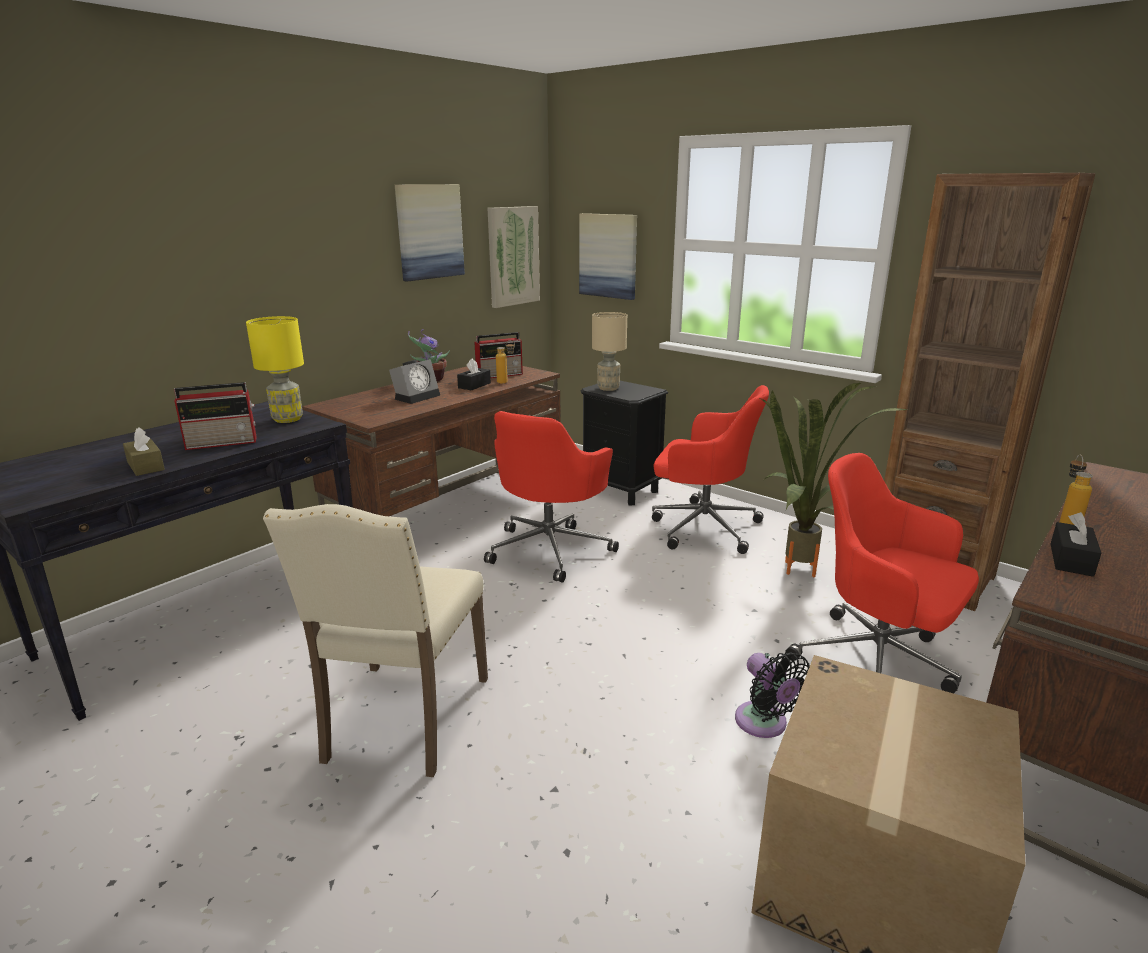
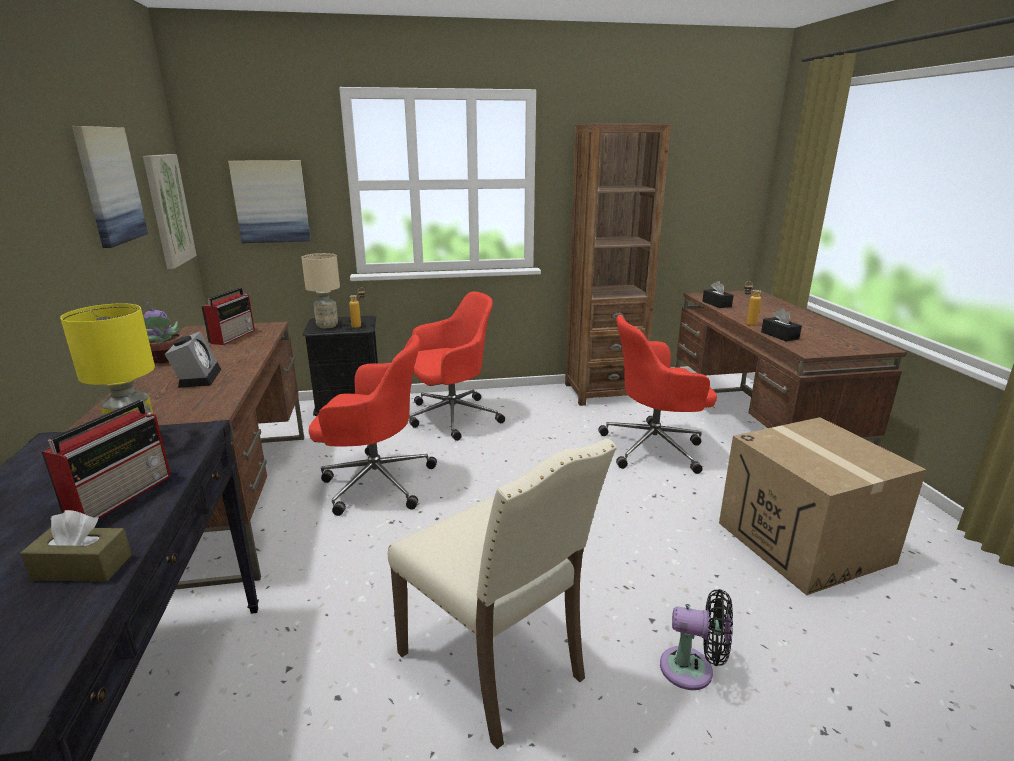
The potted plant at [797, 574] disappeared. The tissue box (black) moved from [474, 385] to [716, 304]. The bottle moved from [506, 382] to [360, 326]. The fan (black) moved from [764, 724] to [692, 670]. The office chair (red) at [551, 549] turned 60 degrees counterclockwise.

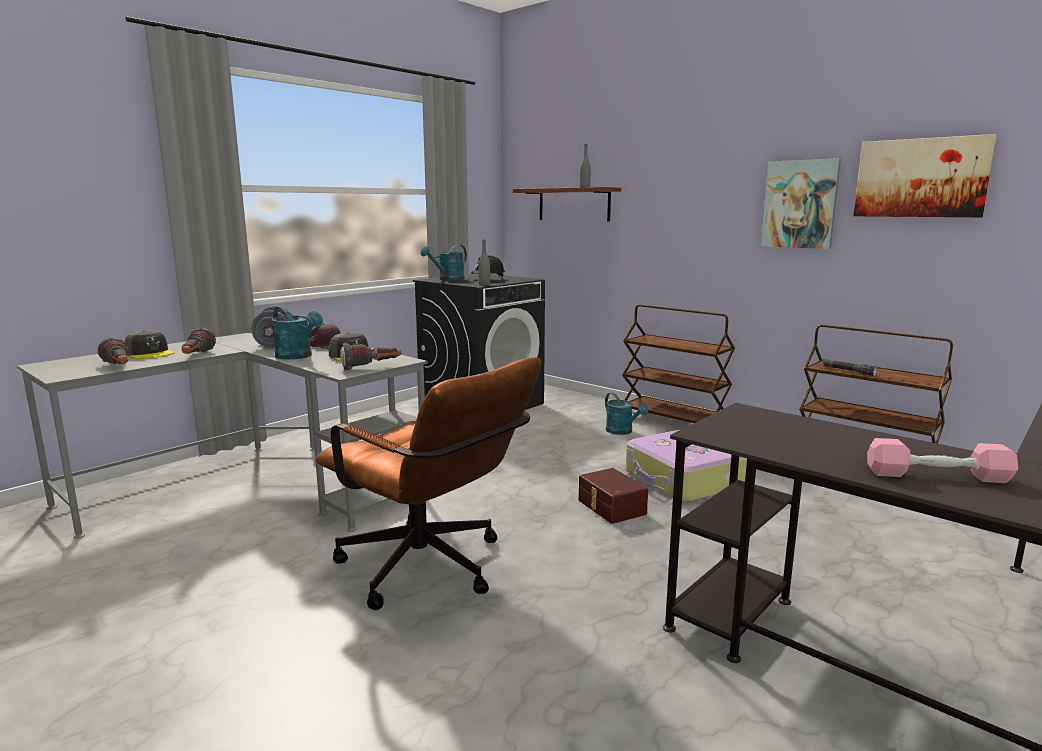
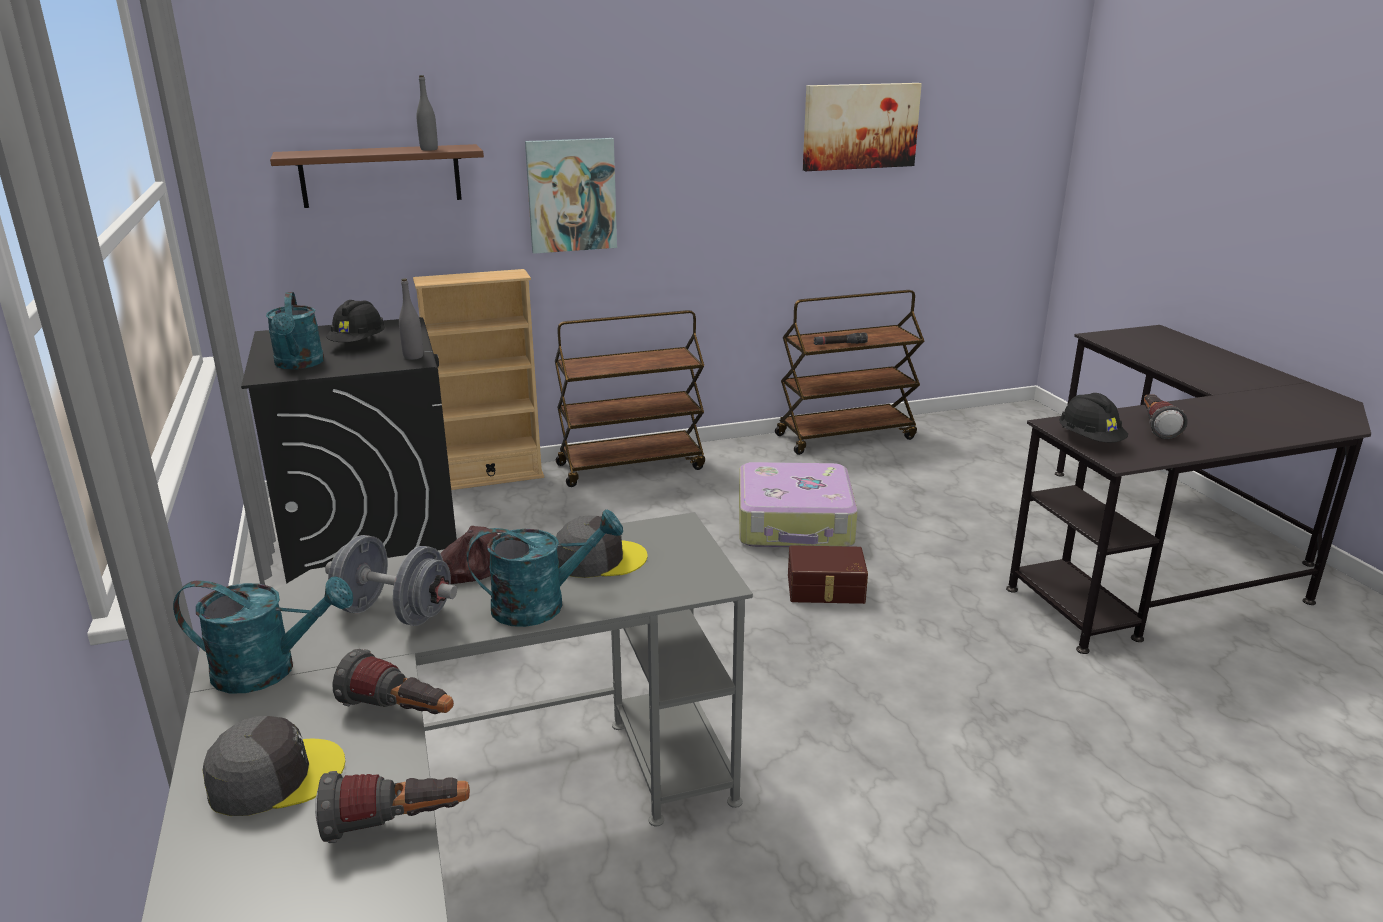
The office chair (brown) at [431, 571] disappeared. The dumbbell (pink) at [937, 476] disappeared. The bookcase (beige) at [490, 477] appeared. The hard hat (black) at [1089, 440] appeared. The flashlight moved from [372, 367] to [1155, 427]. The watering can (turquoise) moved from [622, 431] to [269, 670]. The picture moved from [800, 204] to [571, 195].

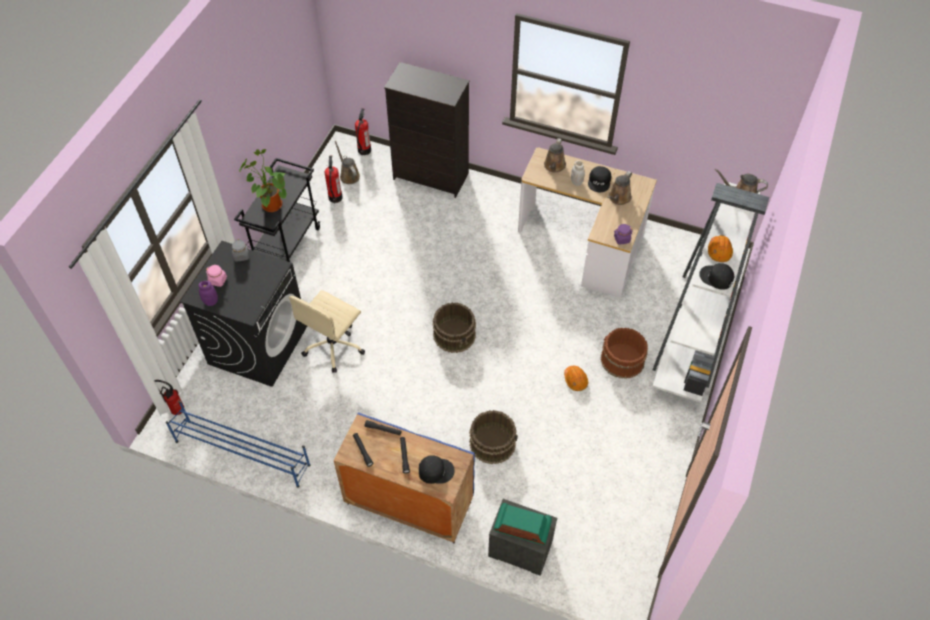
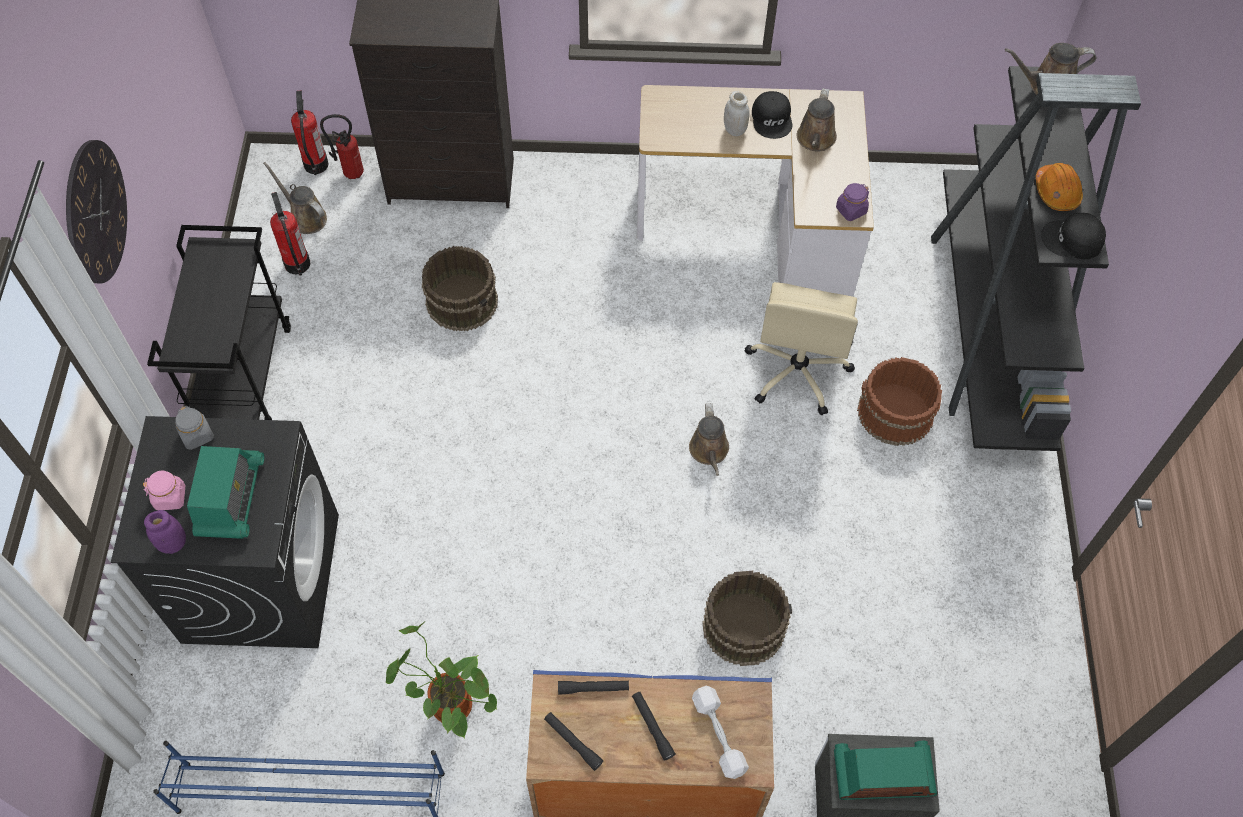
The hard hat (orange) at [575, 380] disappeared. The wall clock at [95, 212] appeared. The radio at [230, 498] appeared. The fire extinguisher moved from [176, 409] to [350, 173]. The potted plant moved from [270, 204] to [447, 705]. The office chair (beige) moved from [334, 345] to [797, 371]. The bucket (brown) moved from [455, 334] to [462, 300]. The watering can (brown) moved from [554, 166] to [709, 451]. The cap (black) at [435, 470] was replaced by the dumbbell (white) at [718, 735]. The bookcase (white) at [695, 330] became the bookcase (black) at [987, 327].

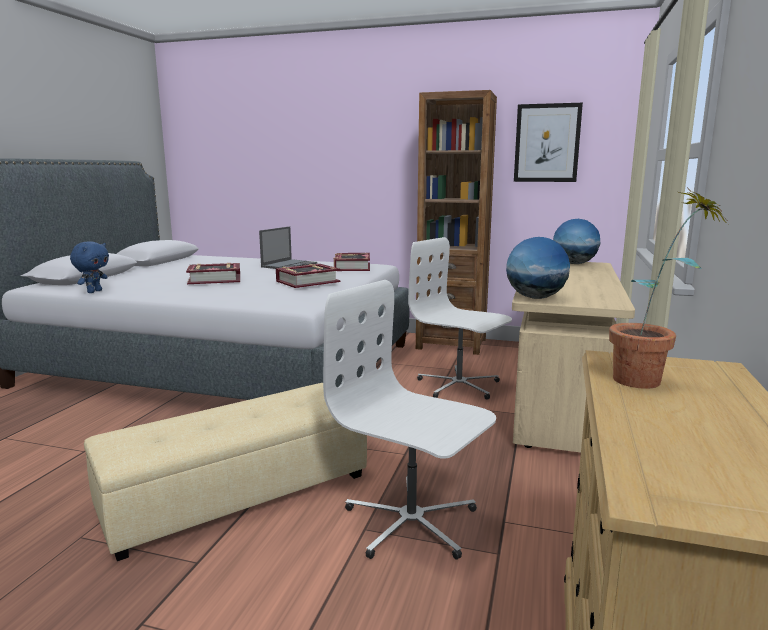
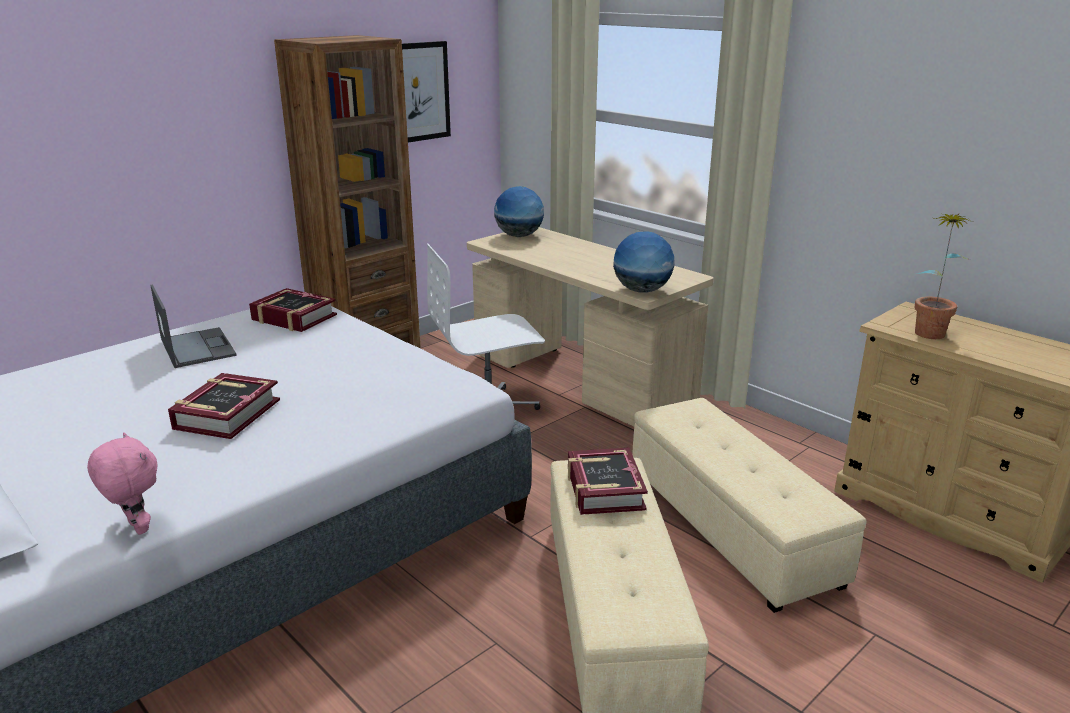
The book moved from [307, 282] to [604, 489]. The office chair (white) at [411, 523] was replaced by the ottoman (beige) at [729, 526]. The plush toy (blue) at [94, 291] became the plush toy (pink) at [136, 528].

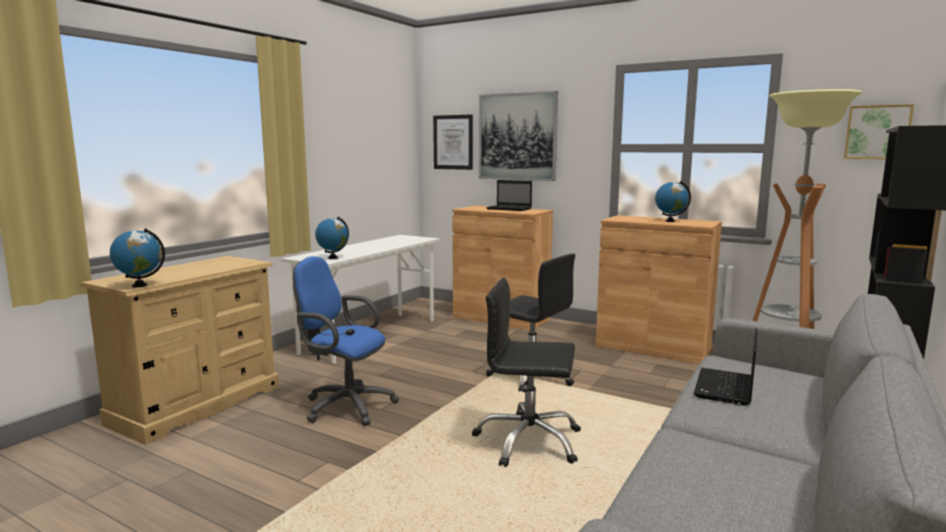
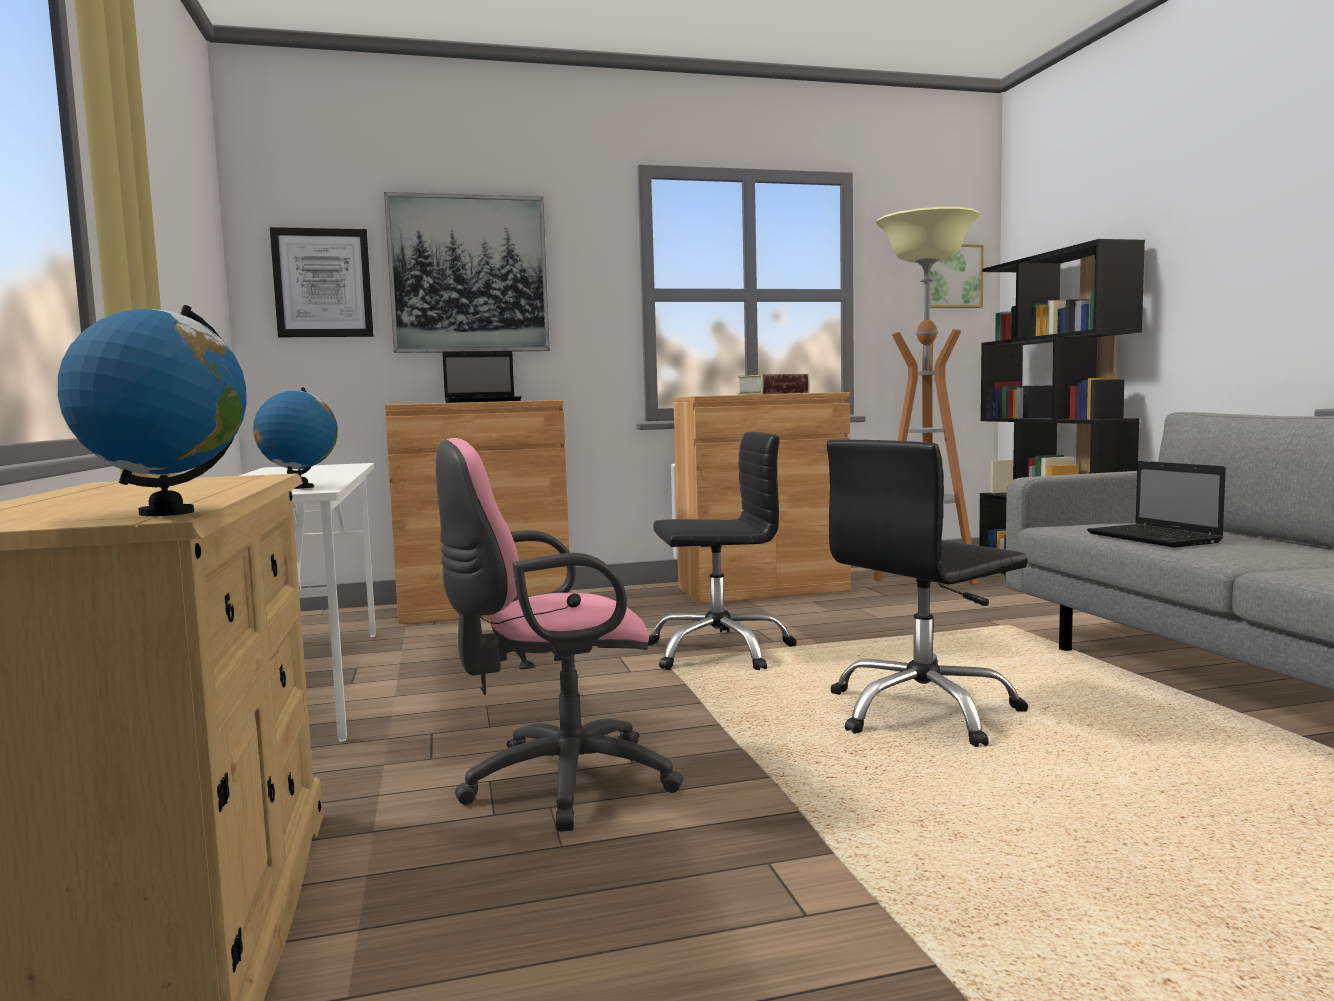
The globe at [670, 221] was replaced by the book at [773, 393]. The office chair (blue) at [345, 406] became the office chair (pink) at [557, 784].

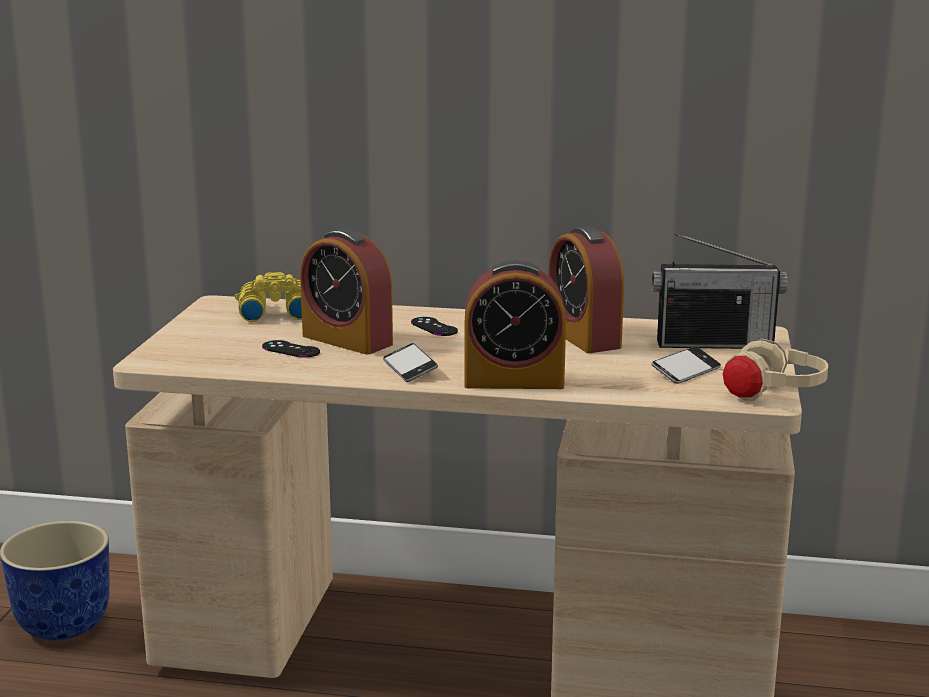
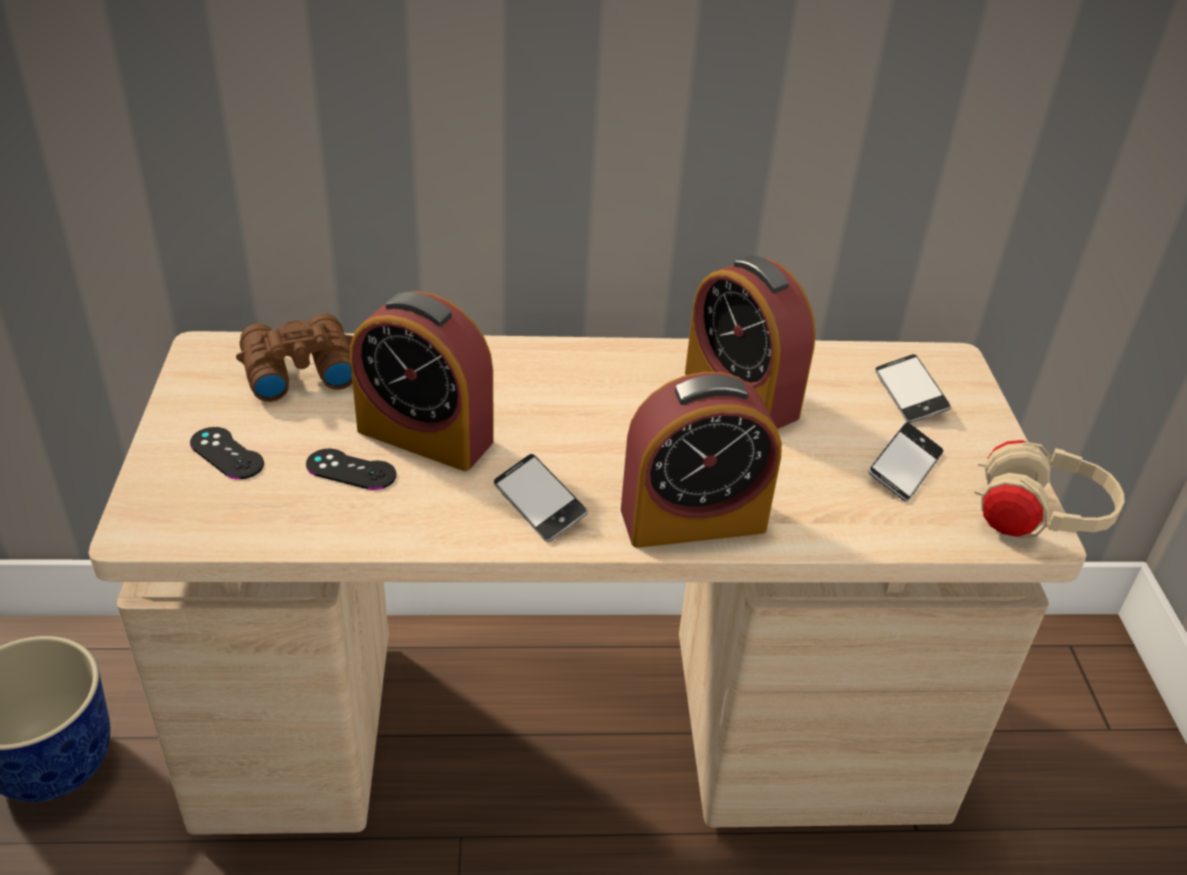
The game controller (black) moved from [434, 327] to [227, 453]. The radio at [714, 344] was replaced by the phone at [909, 395]. The binoculars (yellow) at [274, 312] became the binoculars (brown) at [296, 370].

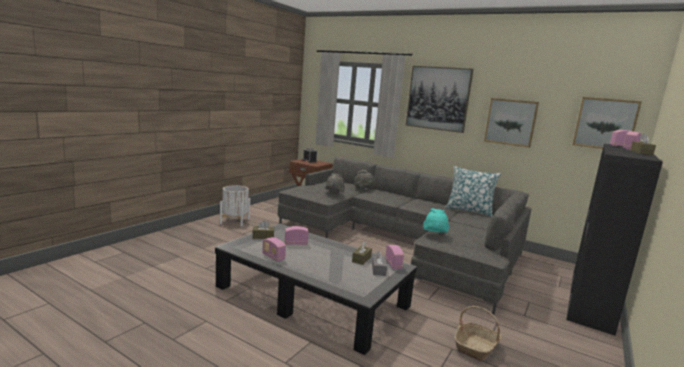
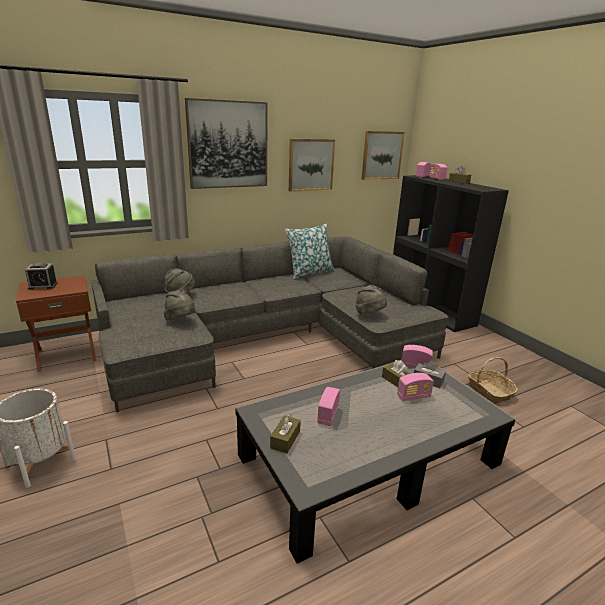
The radio moved from [273, 257] to [413, 396]. The hat (turquoise) at [435, 235] became the hat (grey) at [369, 314].

